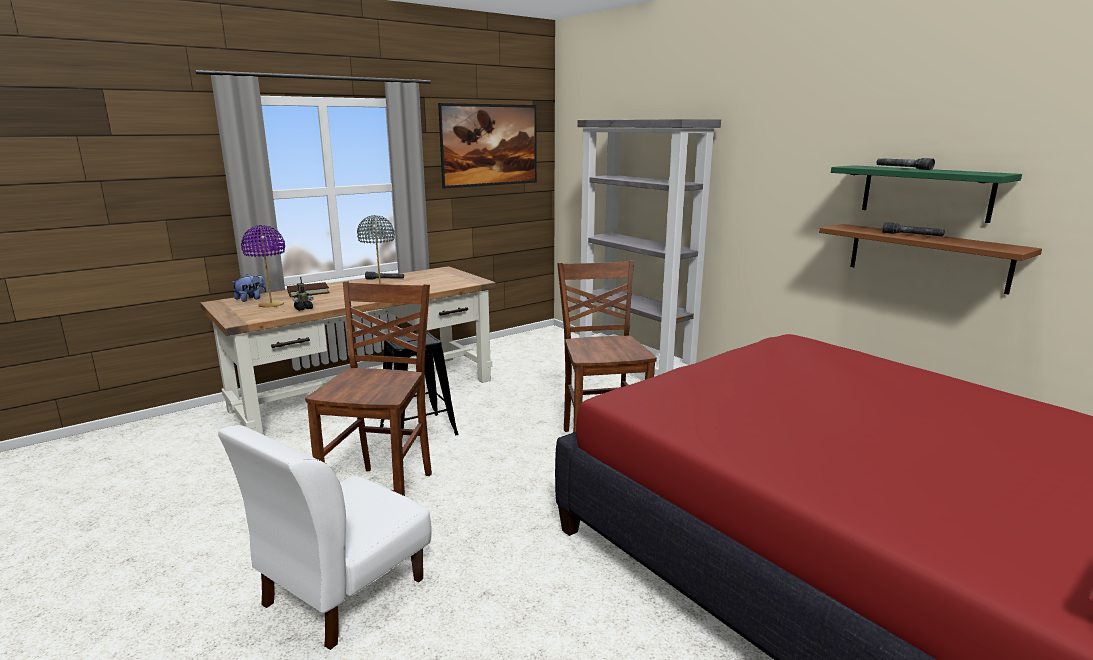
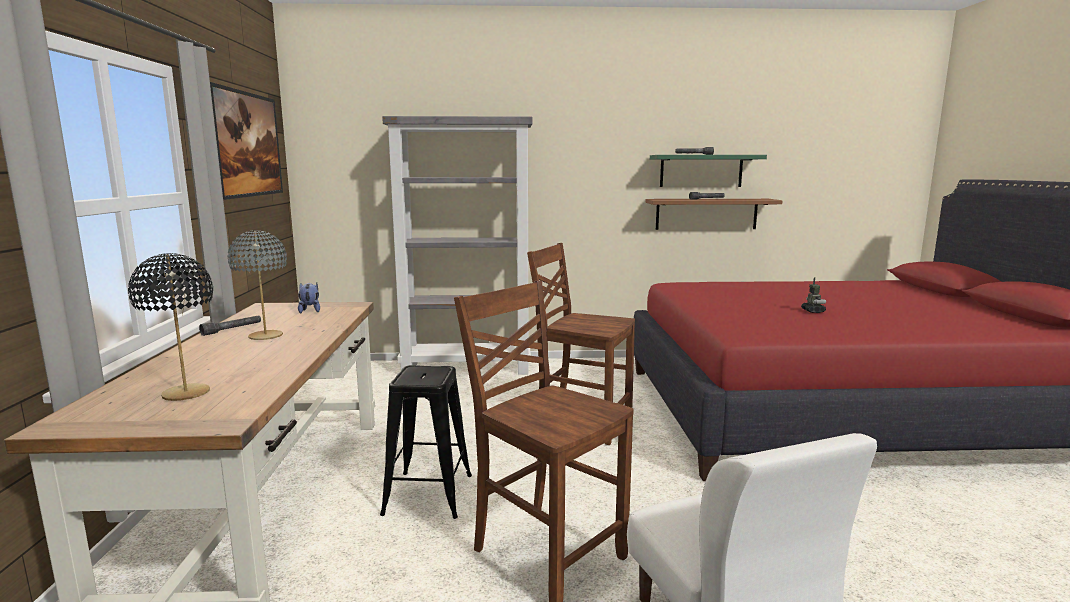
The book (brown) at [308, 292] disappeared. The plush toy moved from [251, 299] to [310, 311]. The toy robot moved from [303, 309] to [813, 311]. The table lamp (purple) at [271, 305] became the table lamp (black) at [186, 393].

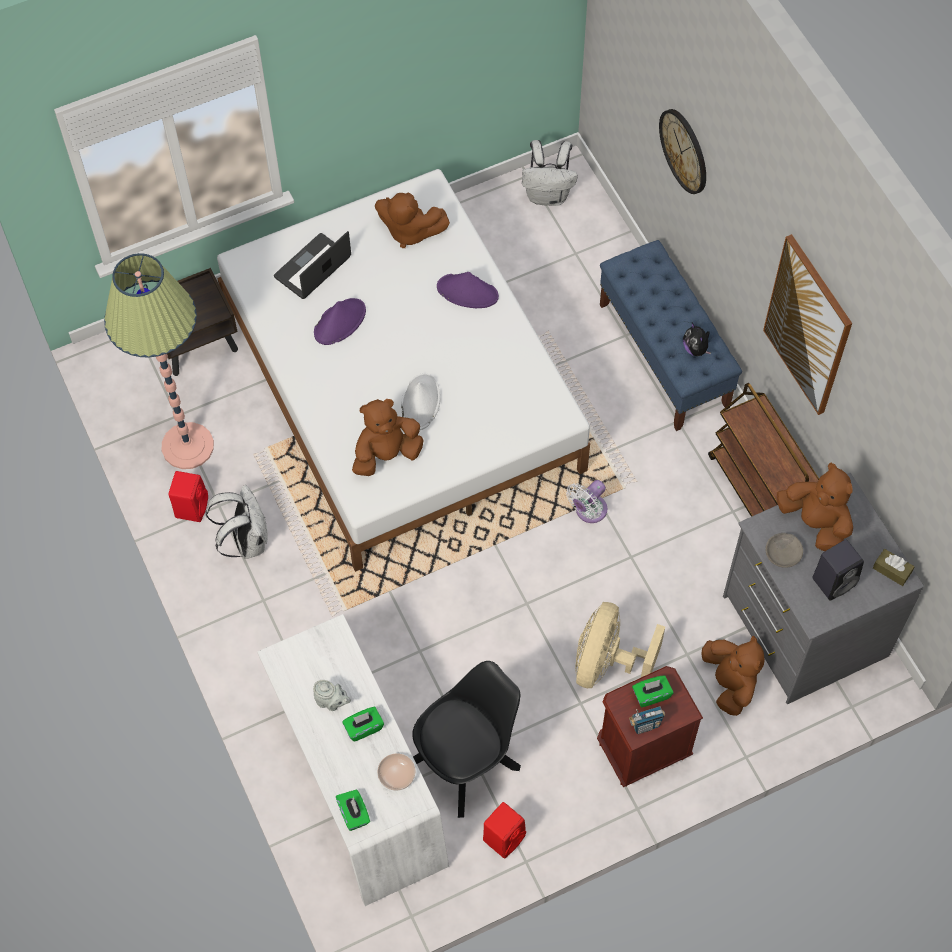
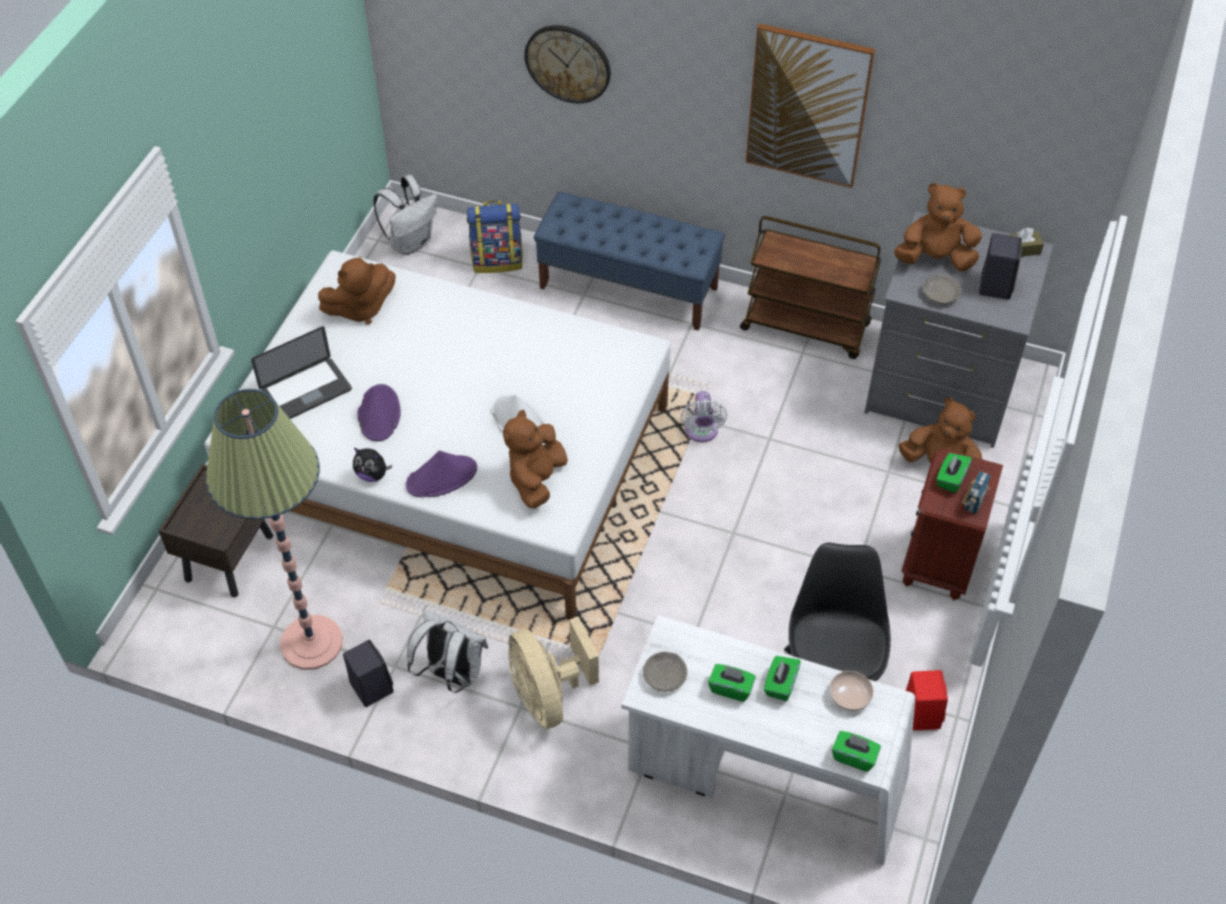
The backpack at [497, 260] appeared. The bowl (grey) at [665, 675] appeared. The hat (purple) moved from [468, 292] to [442, 477]. The fan (beige) moved from [607, 662] to [548, 695]. The plush toy moved from [696, 349] to [372, 475]. The teapot (grey) at [331, 702] was replaced by the tissue box (green) at [731, 688]. The speaker (red) at [191, 506] became the speaker (black) at [370, 686]. The laptop at [312, 267] turned 120 degrees counterclockwise.

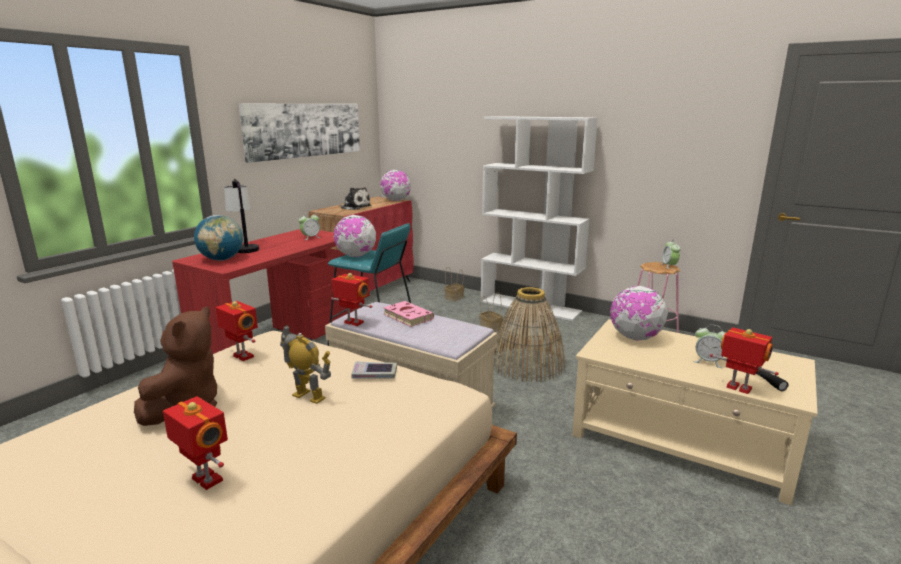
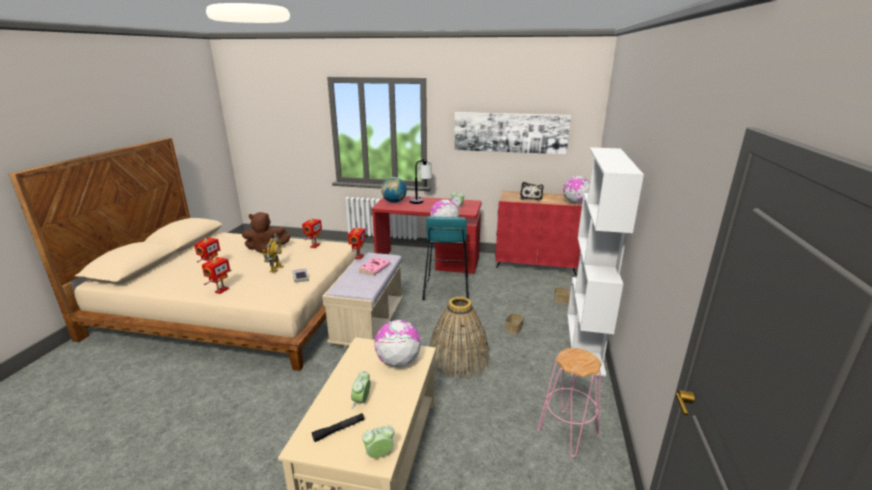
The alarm clock moved from [669, 266] to [379, 455]. The toy robot moved from [738, 389] to [221, 290].

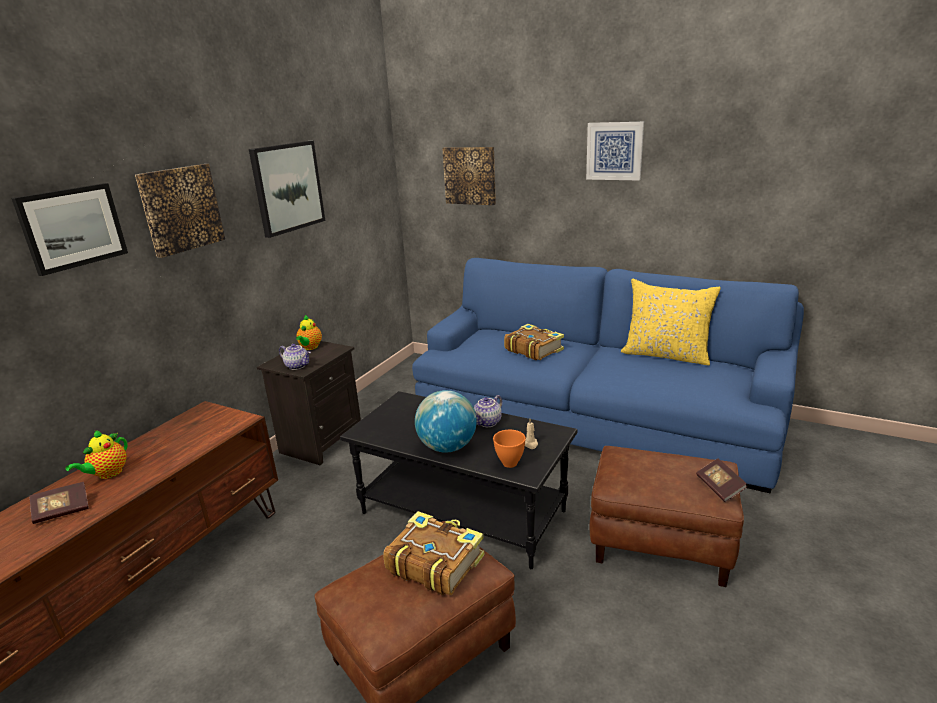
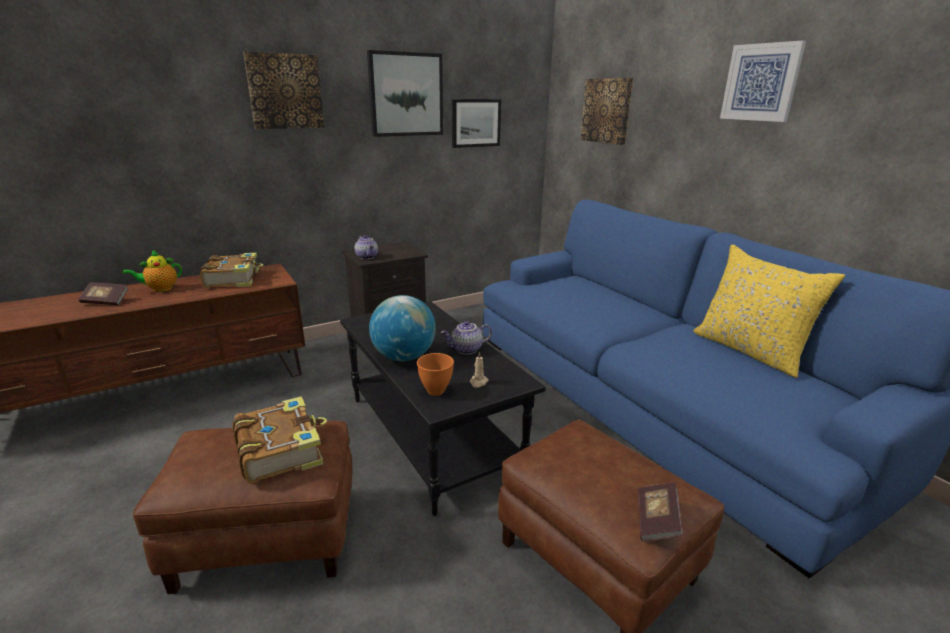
The teapot at [310, 347] disappeared. The picture moved from [72, 227] to [475, 123]. The book moved from [533, 349] to [234, 279].

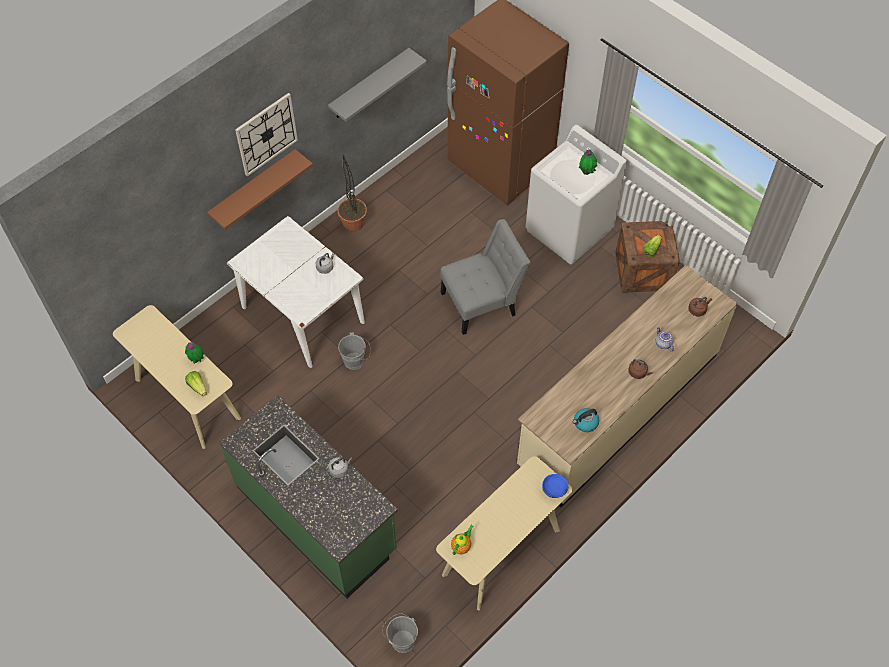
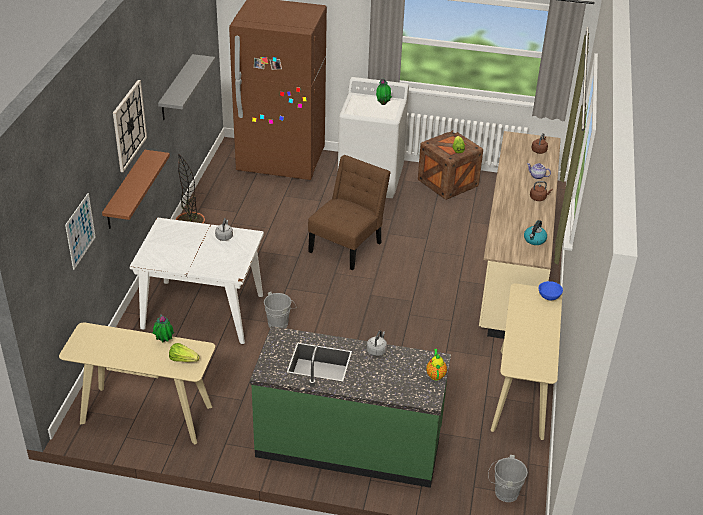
The picture at [80, 231] appeared. The teapot moved from [462, 546] to [435, 374]. The chair (grey) at [482, 302] became the chair (brown) at [347, 245].

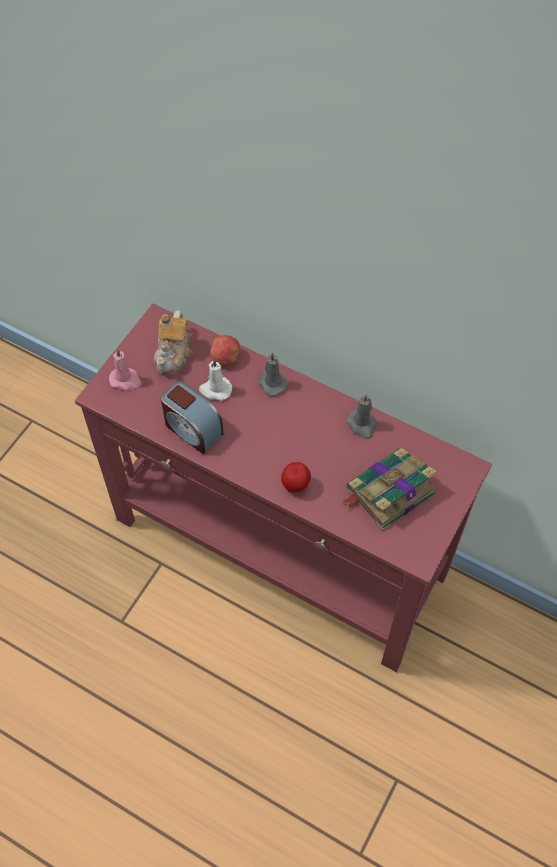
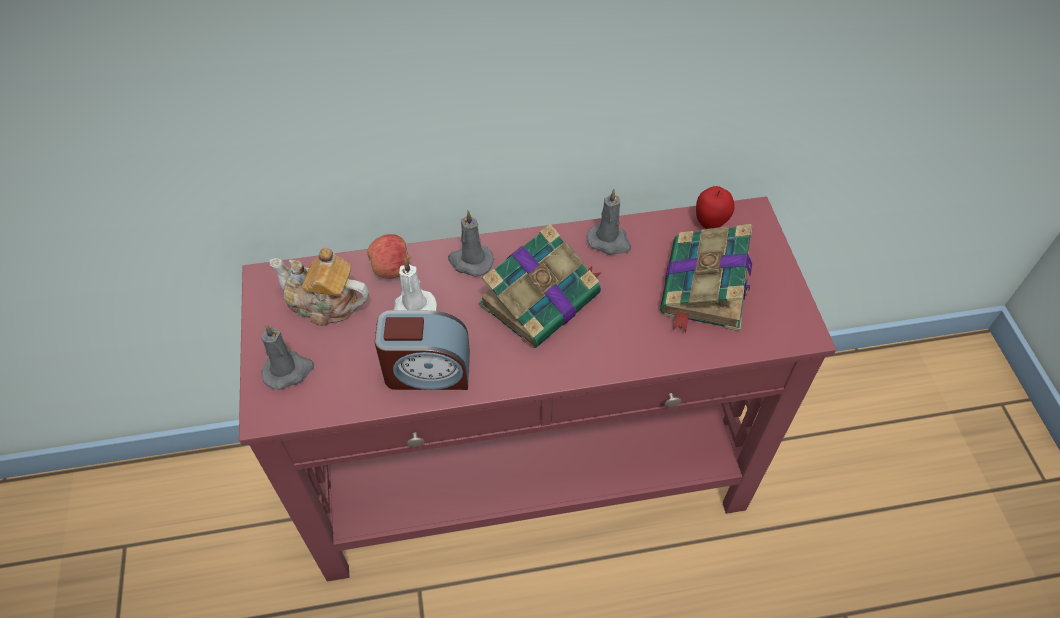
The book at [541, 298] appeared. The apple moved from [295, 486] to [710, 223]. The candle (pink) at [126, 380] became the candle (grey) at [288, 371]. The teapot at [174, 354] turned 135 degrees clockwise.

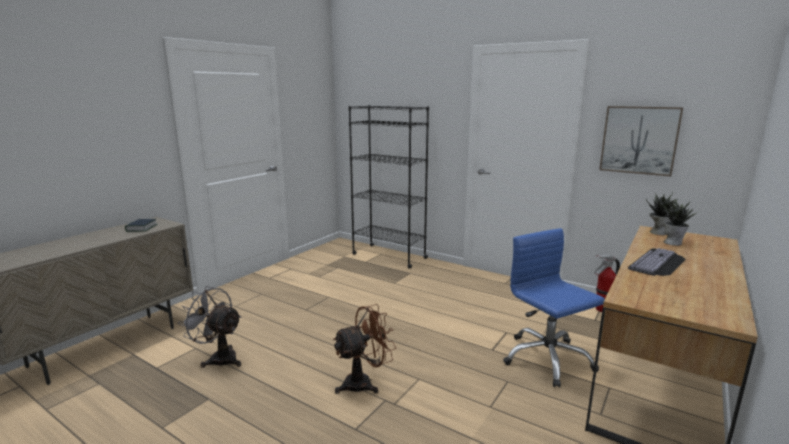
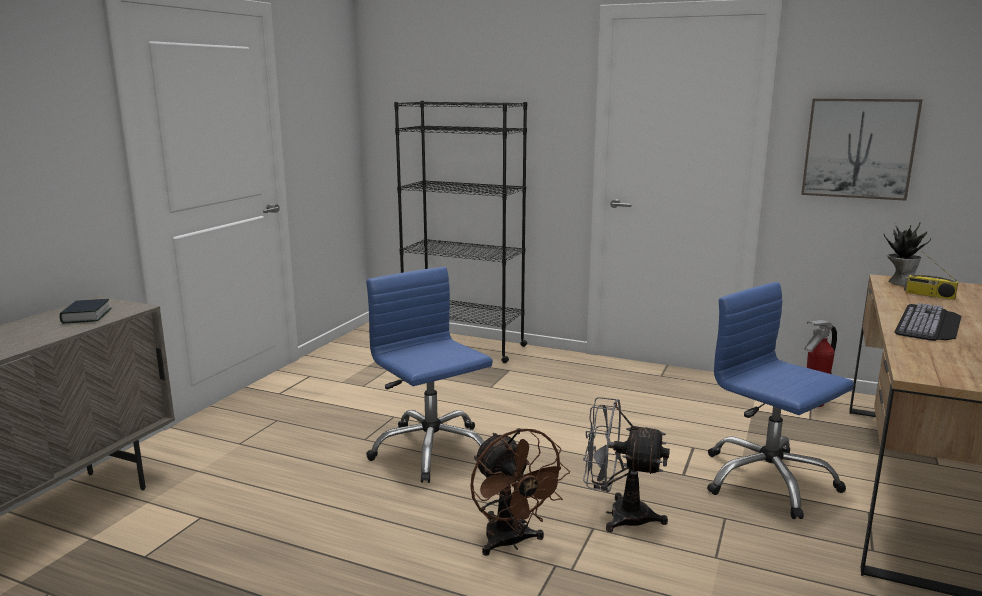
The office chair (blue) at [431, 450] appeared. The fan (grey) moved from [219, 358] to [618, 515]. The potted plant at [672, 242] was replaced by the radio at [928, 295]. The fan (brown) at [364, 382] turned 105 degrees clockwise.

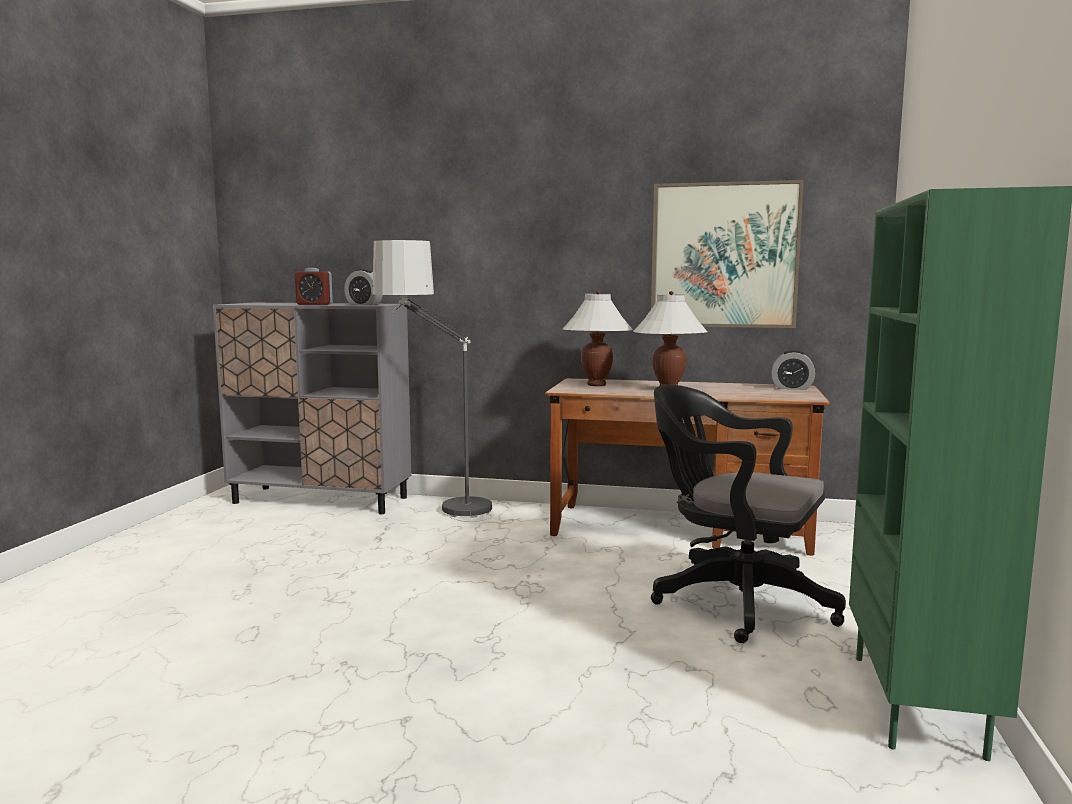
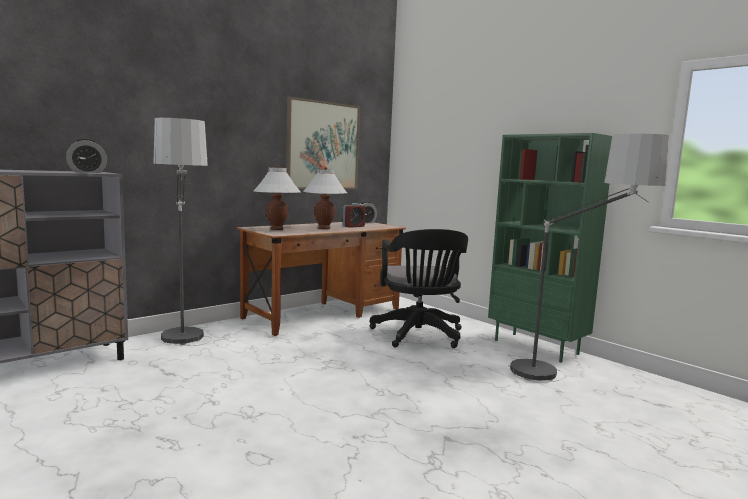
The floor lamp at [568, 385] appeared. The alarm clock moved from [314, 304] to [353, 226]. The office chair (black) at [734, 601] turned 75 degrees counterclockwise.

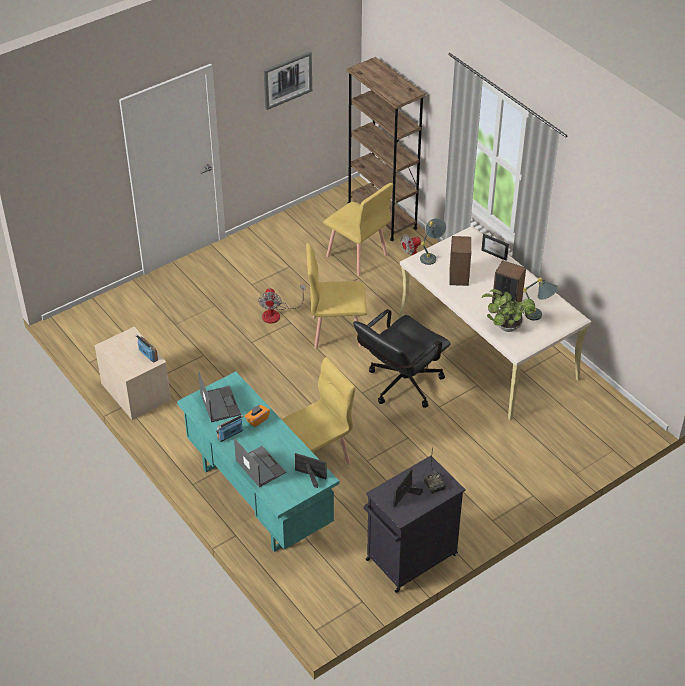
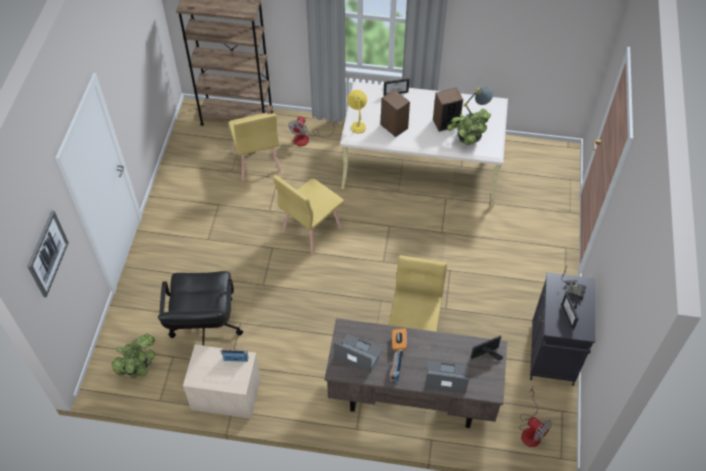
The potted plant at [139, 368] appeared. The fan moved from [276, 314] to [530, 430]. The picture moved from [287, 80] to [47, 253]. The office chair (black) moved from [400, 386] to [205, 332]. The desk (turquoise) at [258, 497] became the desk (brown) at [411, 397]. The table lamp (grey) at [431, 256] became the table lamp (yellow) at [357, 123]. The chair (yellow) at [357, 256] turned 75 degrees clockwise.

